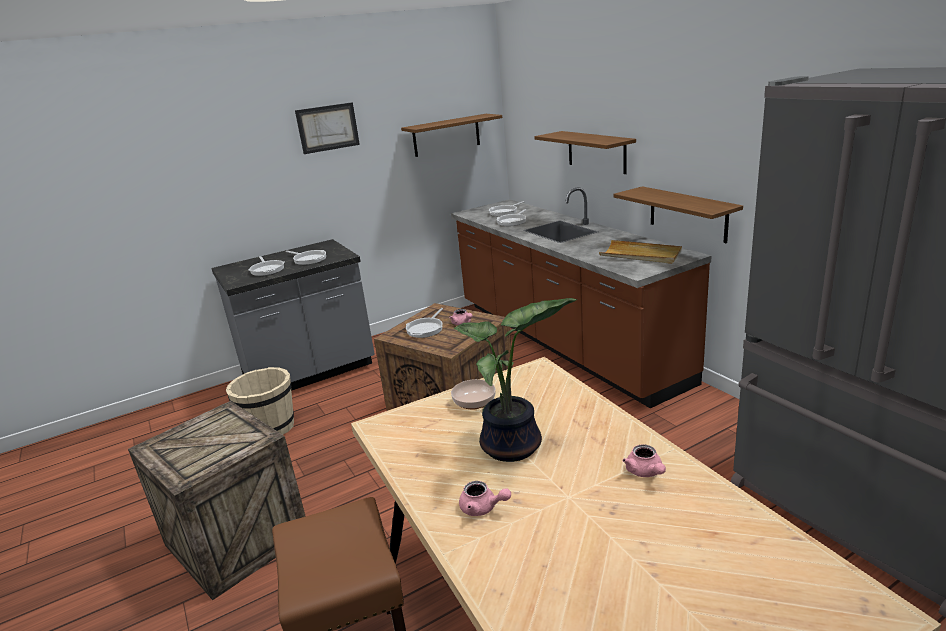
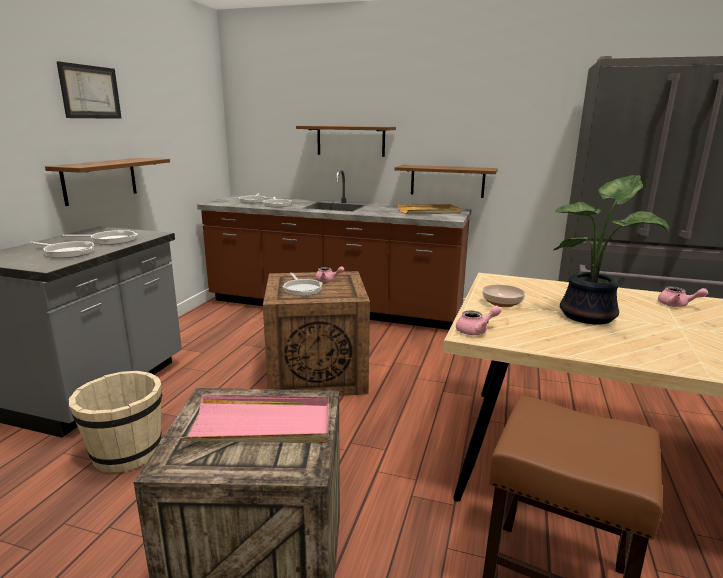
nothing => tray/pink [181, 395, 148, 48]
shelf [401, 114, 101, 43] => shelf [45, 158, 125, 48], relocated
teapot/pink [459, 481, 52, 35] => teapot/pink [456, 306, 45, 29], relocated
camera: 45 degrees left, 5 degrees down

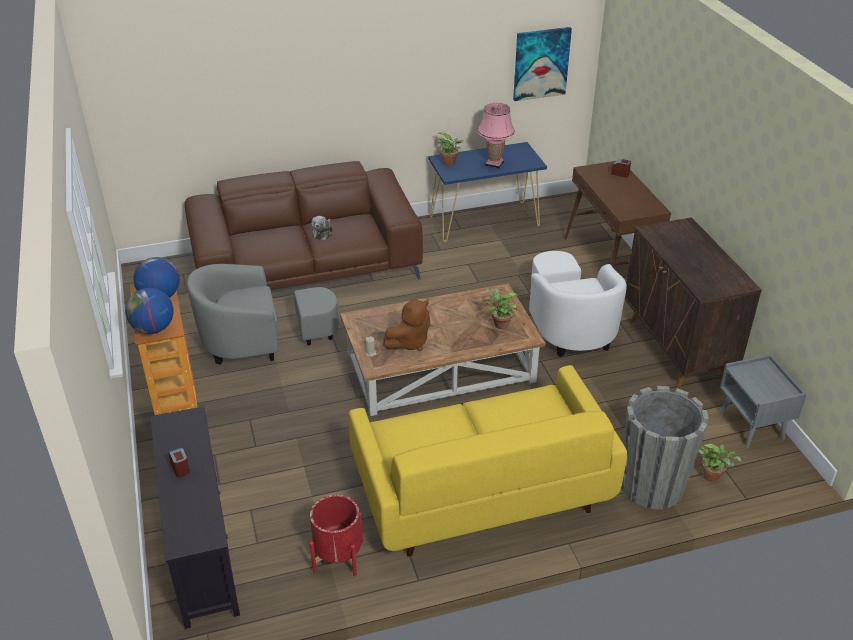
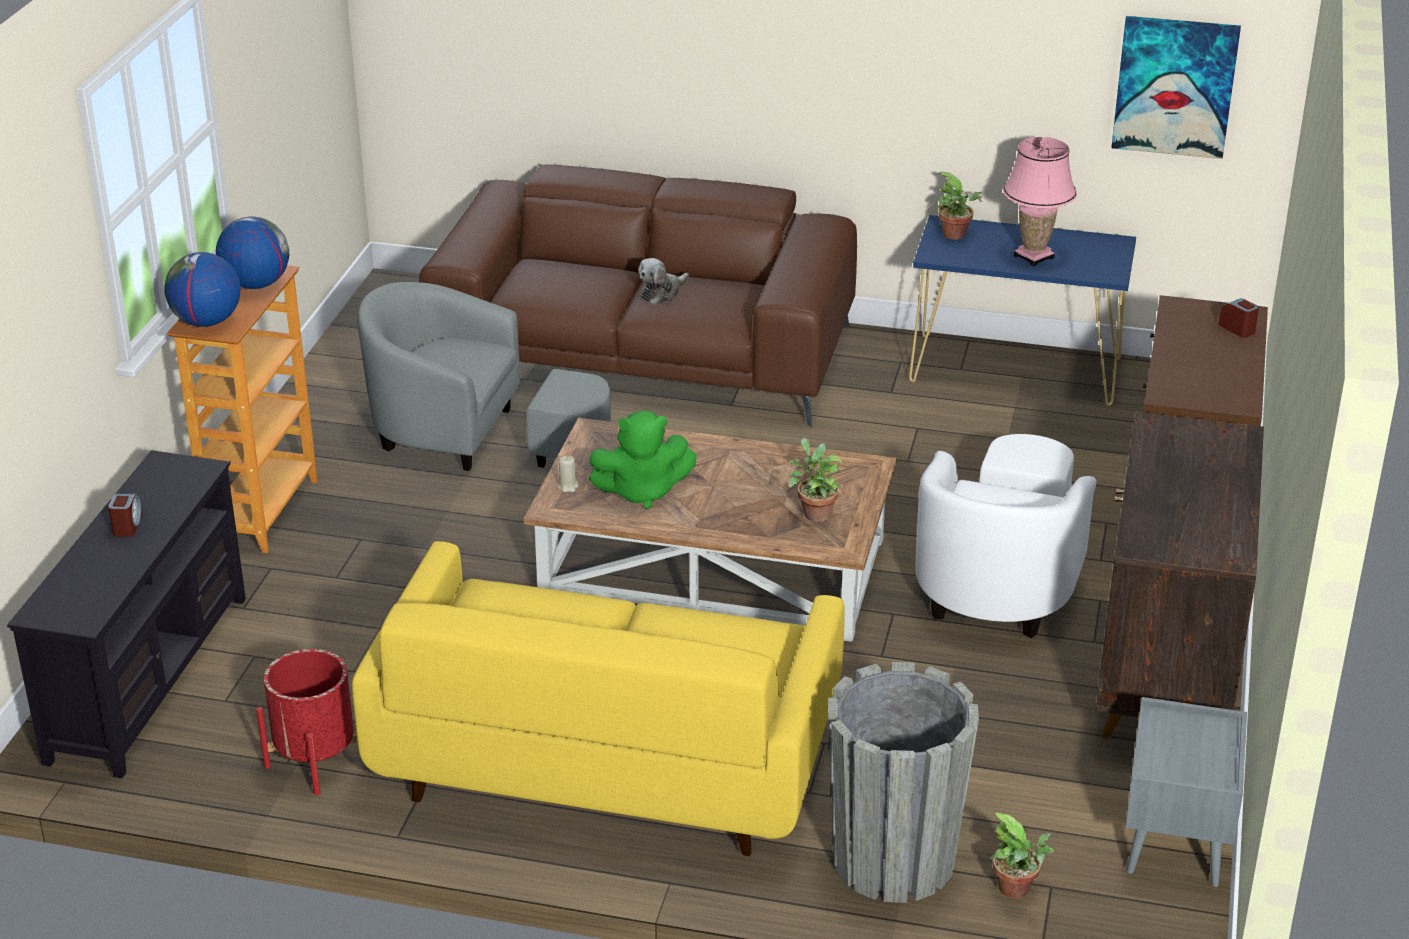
plush toy/brown [383, 299, 47, 52] => plush toy/green [589, 410, 108, 99]
camera: 30 degrees right, 5 degrees down

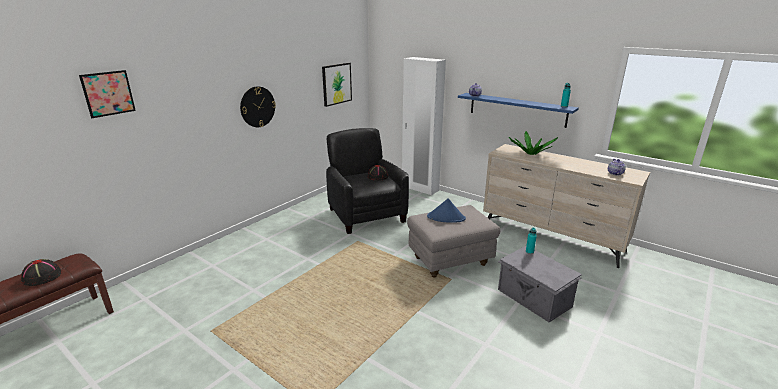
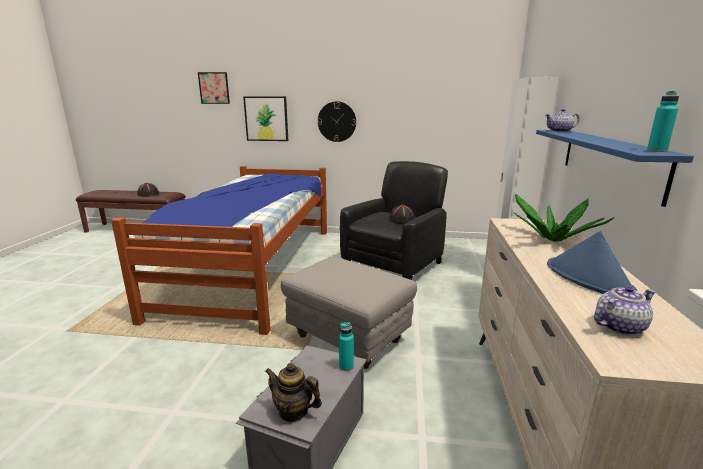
nothing => bed [111, 166, 216, 169]
nothing => teapot [265, 363, 57, 60]
picture [322, 63, 30, 44] => picture [243, 96, 45, 45], relocated
hat/blue [427, 198, 39, 25] => hat/blue [547, 231, 90, 63], relocated
camera: 60 degrees right, 5 degrees down

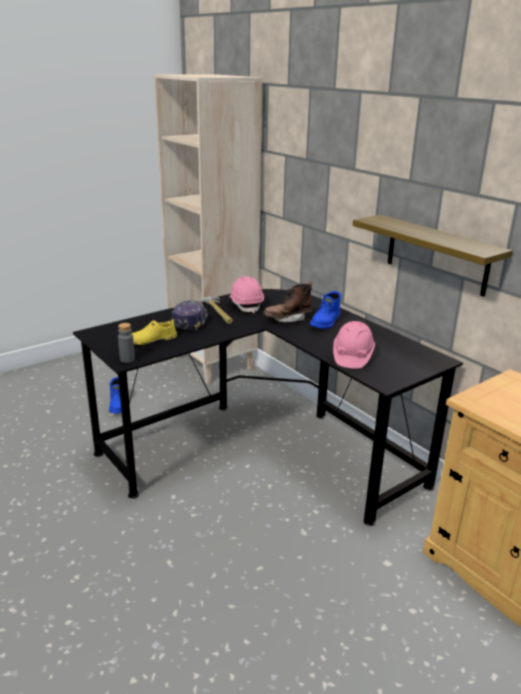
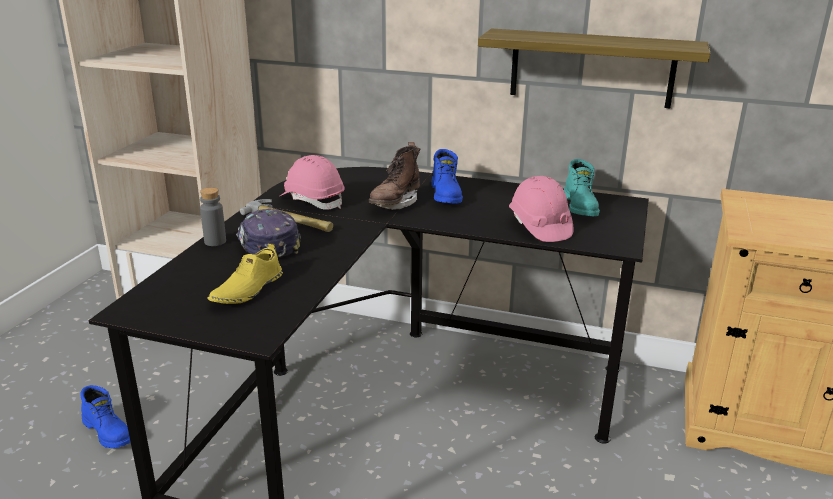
nothing => boot/turquoise [564, 159, 36, 57]
bottle/grey [118, 323, 17, 40] => bottle/grey [200, 188, 26, 58], relocated
camera: 35 degrees left, 0 degrees up

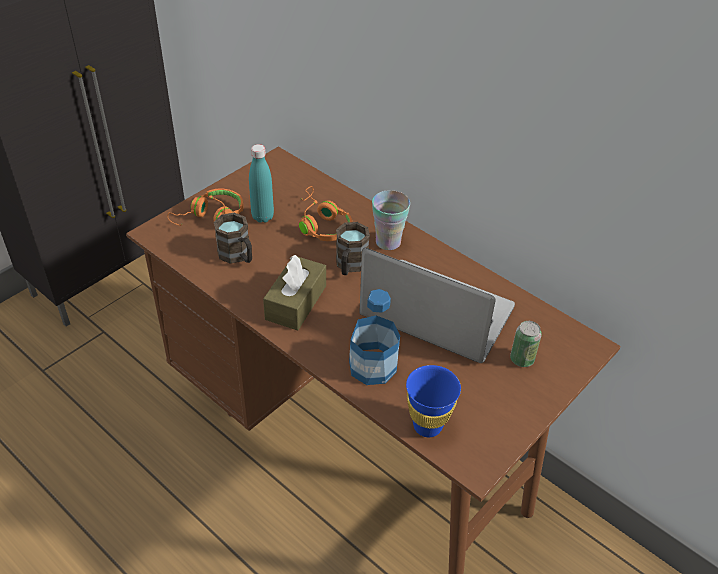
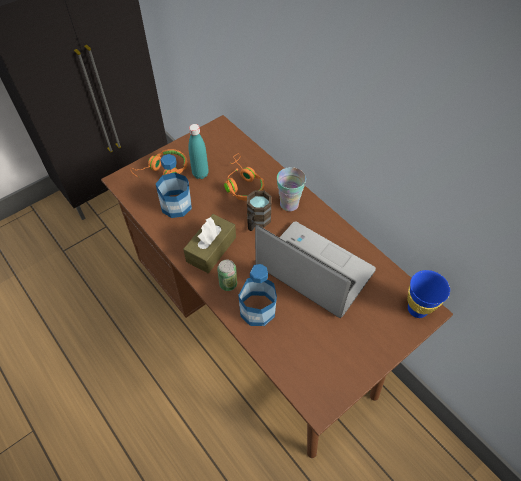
cup/blue [406, 365, 55, 72] => cup/blue [407, 270, 43, 48], relocated
can [510, 321, 32, 46] => can [217, 260, 20, 31], relocated
mug/brown [214, 213, 38, 51] => bottle [156, 154, 36, 64]
camera: 10 degrees right, 10 degrees up

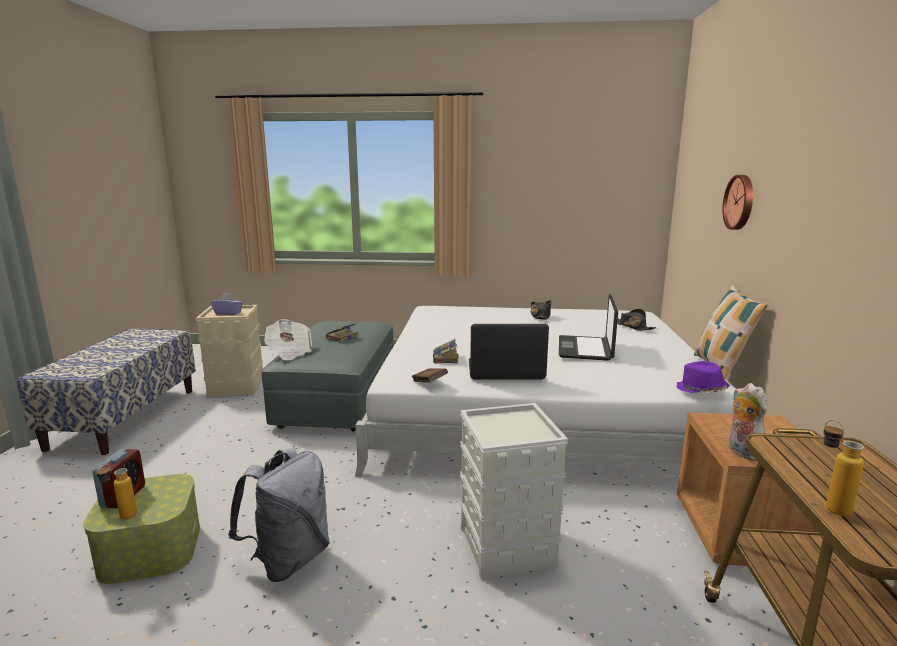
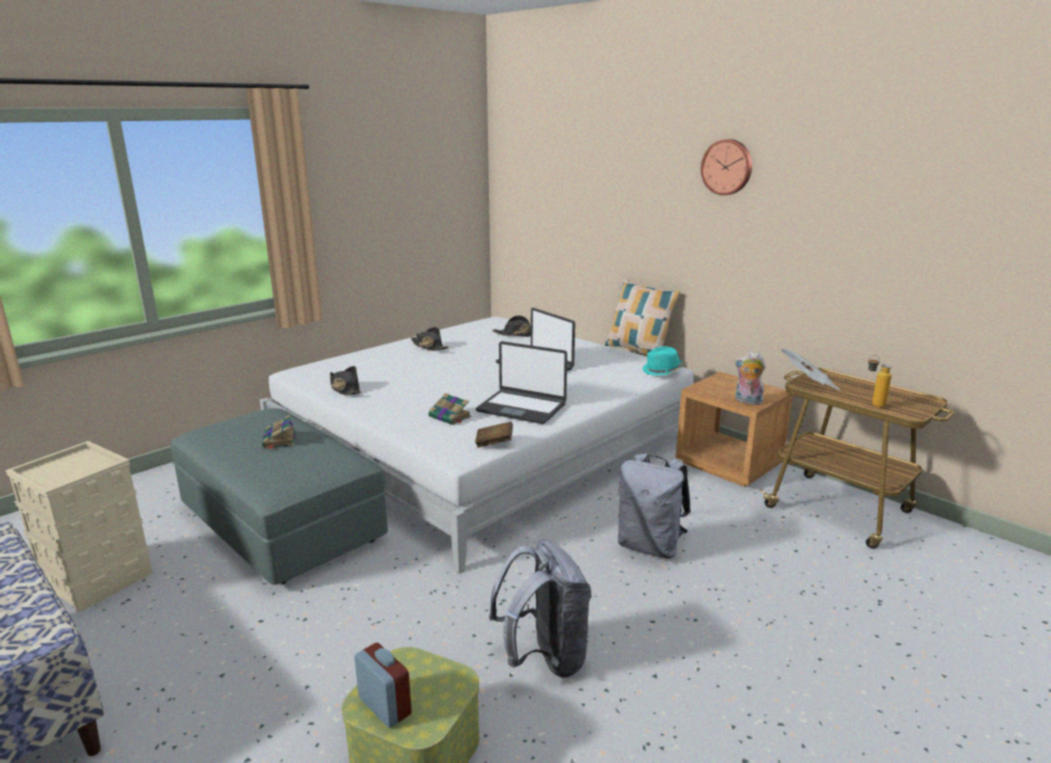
bottle [95, 464, 42, 55] => nothing
tissue box/purple [211, 293, 32, 22] => nothing
nothing => hat/black [330, 366, 31, 29]
newspaper [264, 319, 48, 41] => newspaper [780, 349, 60, 41], relocated
wall clock [723, 175, 30, 55] => wall clock [701, 139, 51, 56], relocated
storage box/grey [460, 403, 108, 176] => backpack/grey [618, 453, 73, 105]
hat/purple [676, 361, 54, 32] => hat/turquoise [643, 346, 40, 30]
laptop [469, 324, 80, 55] => laptop [476, 341, 91, 83], 105 degrees counterclockwise
camera: 50 degrees left, 5 degrees up

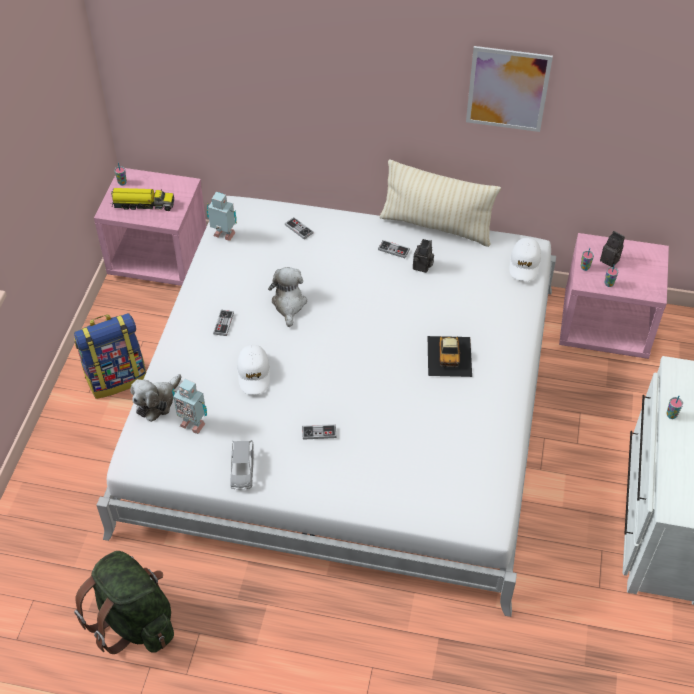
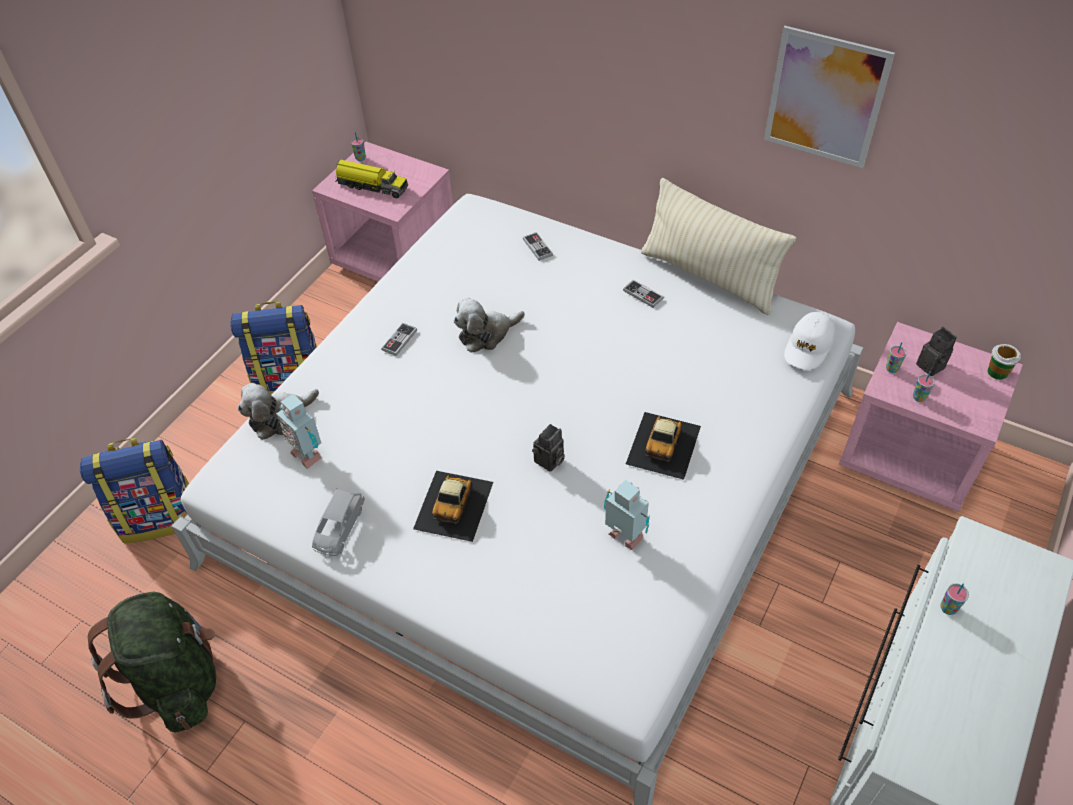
cap/white [237, 345, 33, 50] => nothing
nothing => backpack [80, 438, 109, 105]
nothing => cup [987, 344, 34, 36]
toy robot [207, 192, 30, 49] => toy robot [604, 480, 46, 70], relocated
photo camera [413, 239, 21, 34] => photo camera [532, 424, 33, 48], relocated
game controller [302, 424, 34, 16] => toy car [413, 471, 80, 71]
plush toy [268, 267, 39, 60] => plush toy [453, 298, 72, 54], 135 degrees counterclockwise
camera: 20 degrees right, 0 degrees up

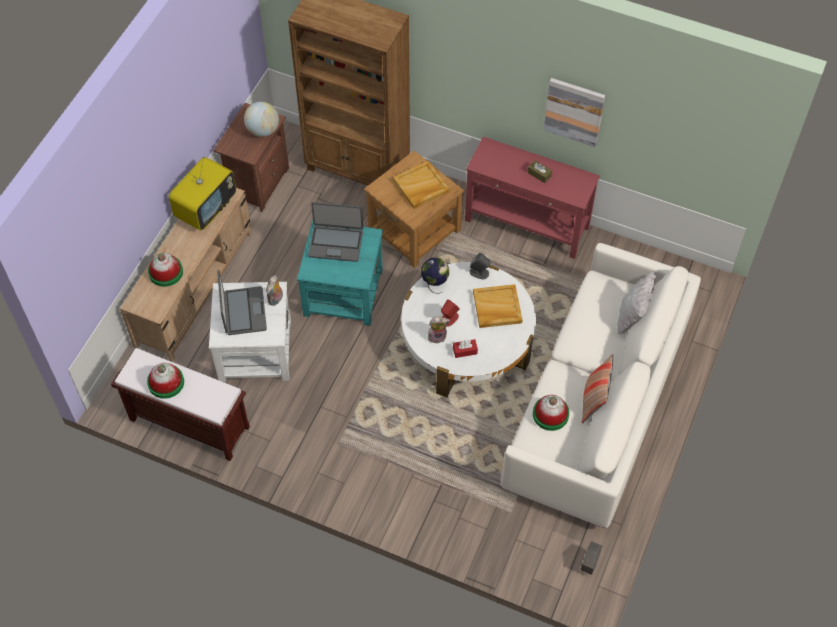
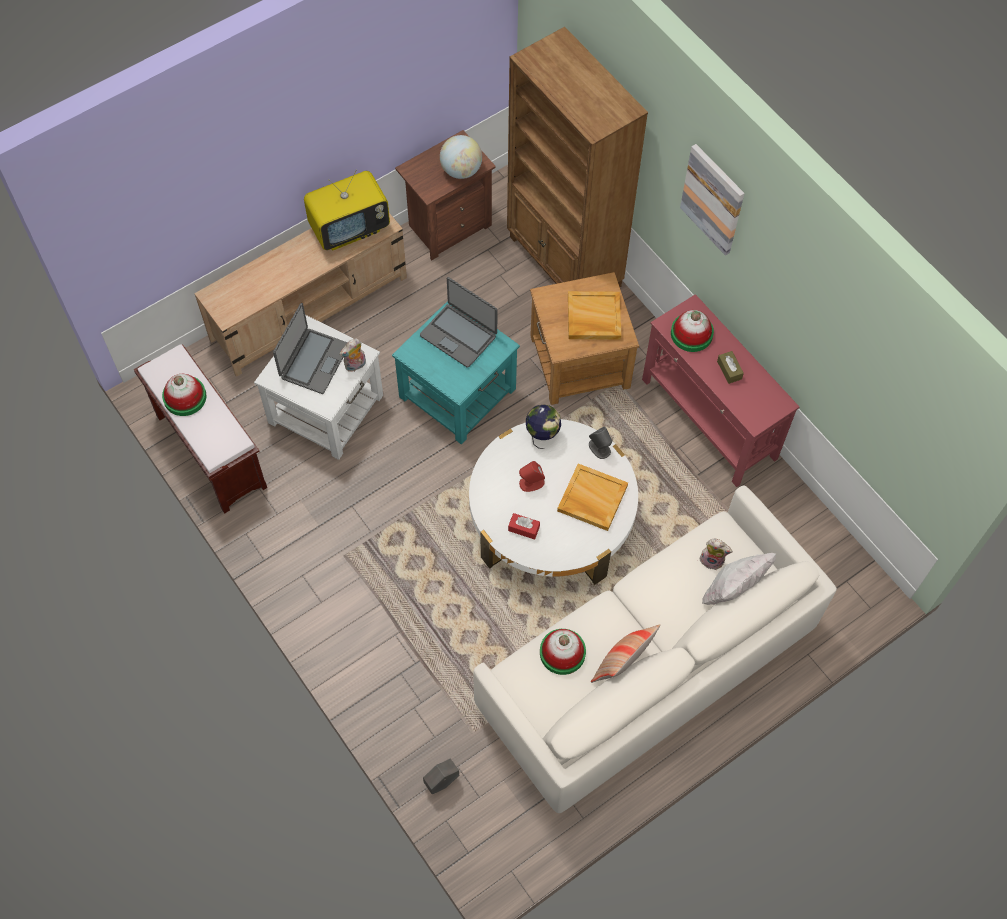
hat [148, 253, 35, 34] => hat [671, 310, 43, 42], relocated
plush toy [428, 317, 22, 26] => plush toy [700, 539, 33, 31], relocated
picture [544, 78, 61, 69] => picture [680, 144, 65, 112], relocated
planter/grey [580, 541, 22, 34] => planter/grey [423, 759, 36, 36], relocated
camera: 30 degrees right, 5 degrees up

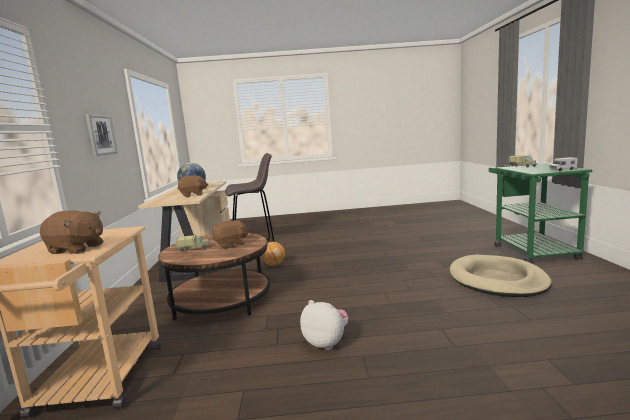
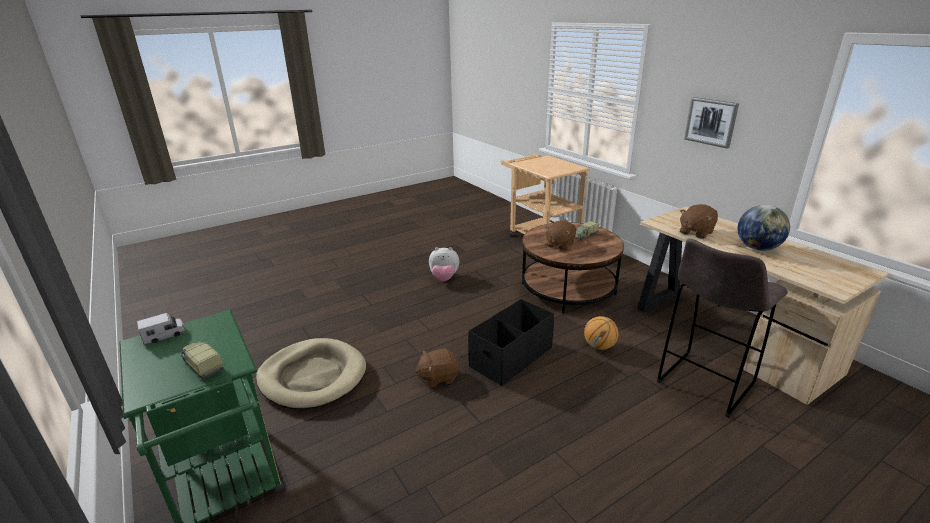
nothing => storage box/black [468, 299, 86, 87]
plush toy/brown [40, 210, 63, 44] => plush toy/brown [415, 348, 44, 39], relocated
camera: 150 degrees right, 15 degrees up

